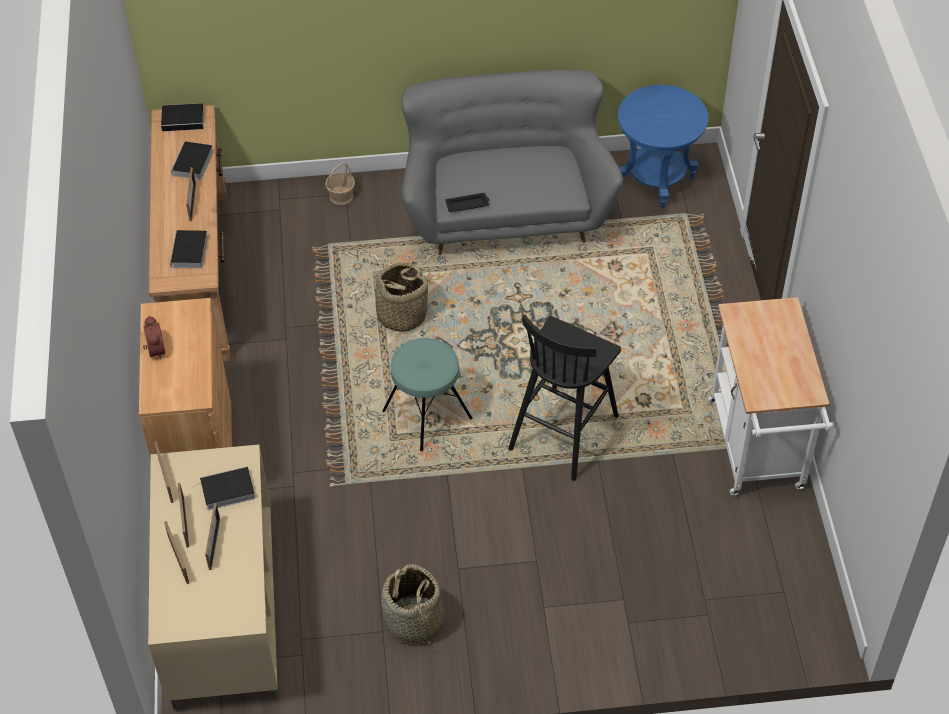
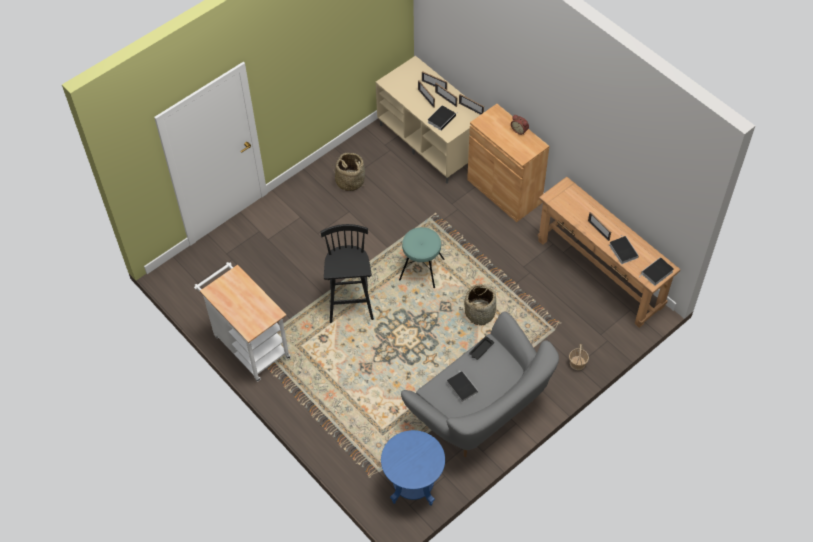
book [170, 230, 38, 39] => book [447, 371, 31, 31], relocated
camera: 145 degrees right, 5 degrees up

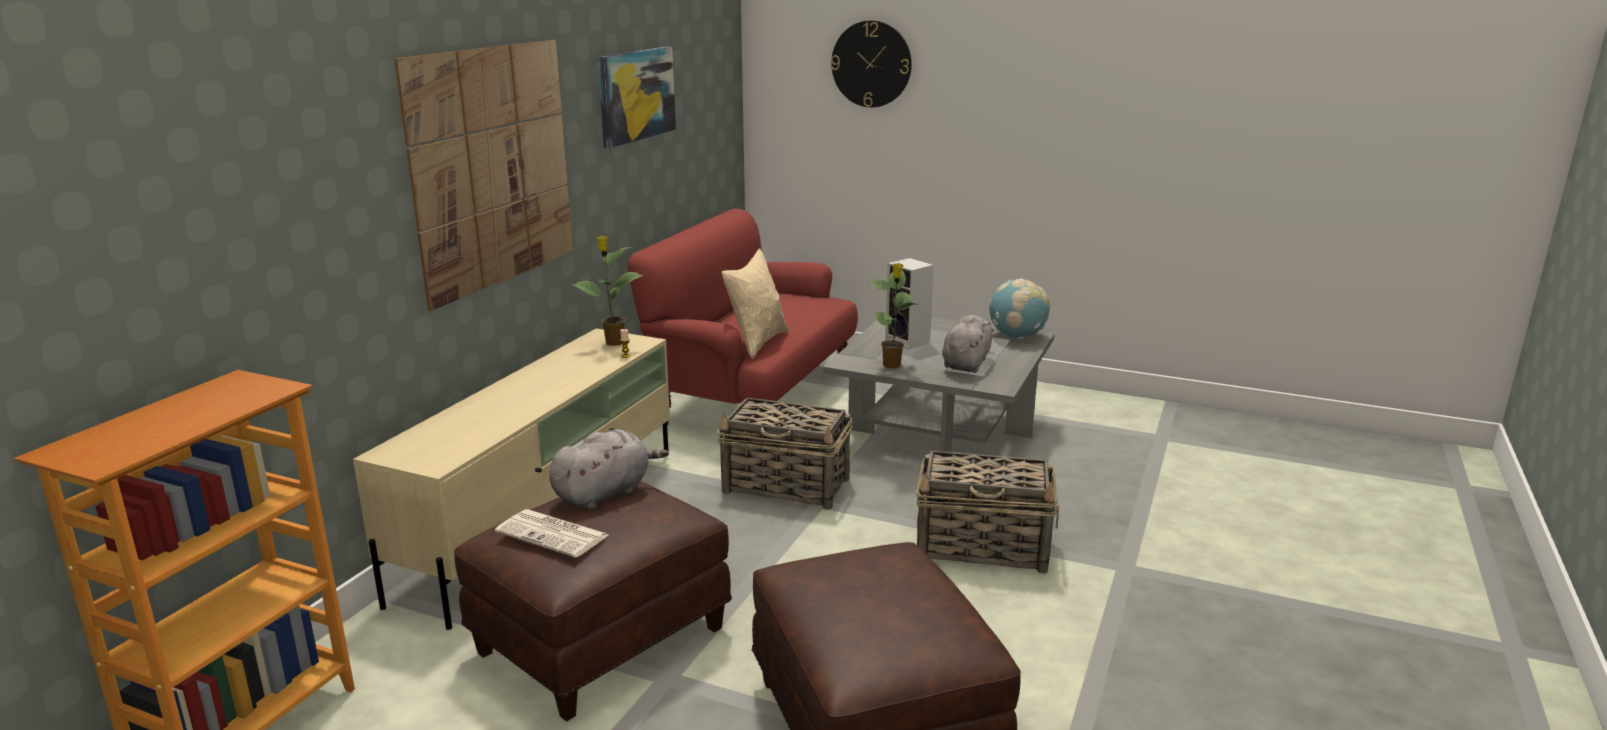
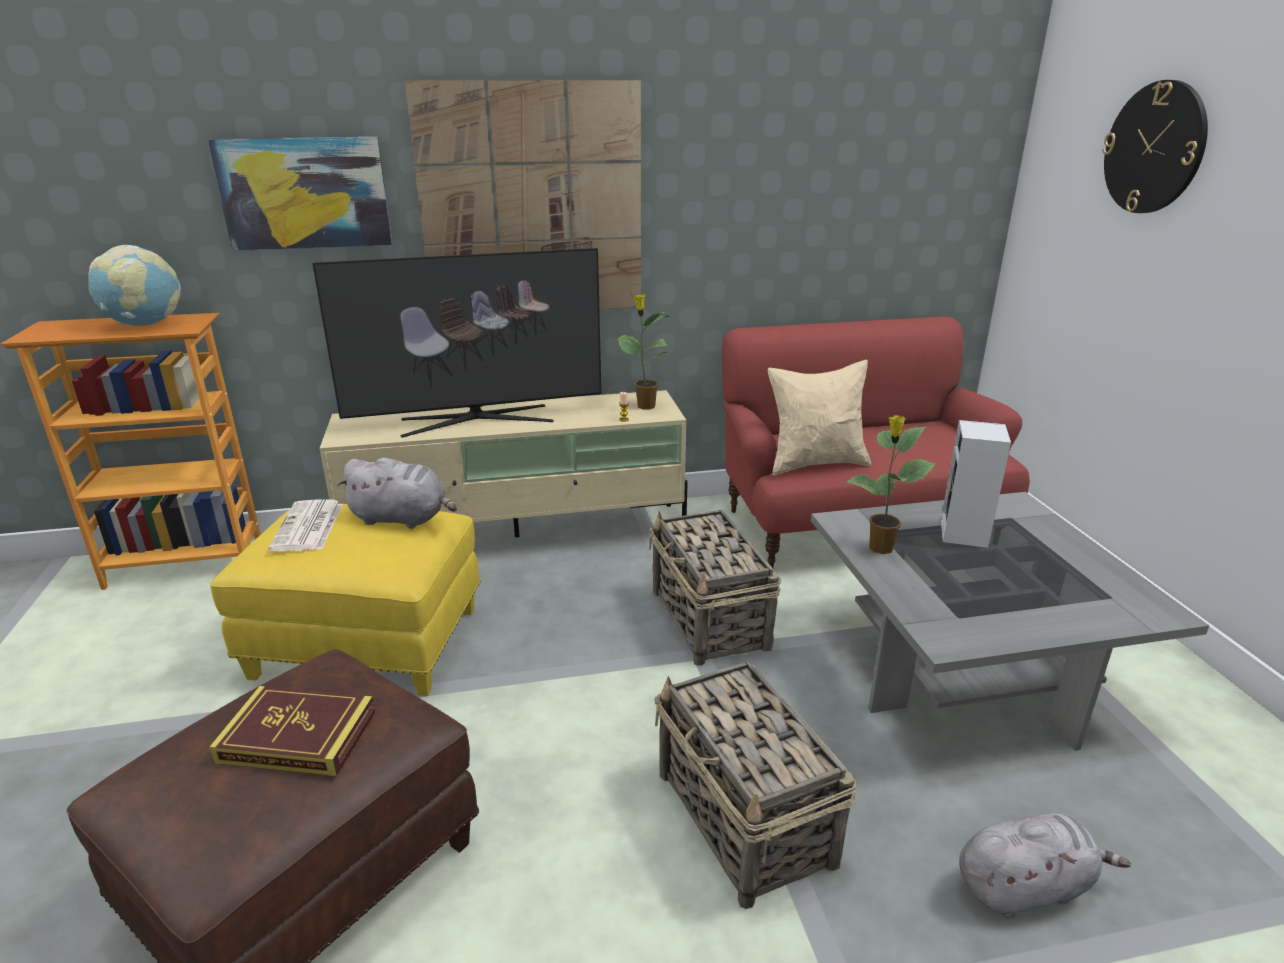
nothing => book [210, 686, 165, 90]
nothing => television [312, 248, 289, 190]
picture [598, 47, 78, 102] => picture [208, 137, 184, 114], relocated
plush toy/grey [942, 315, 52, 58] => plush toy/grey [959, 812, 172, 107], relocated
globe [989, 279, 61, 60] => globe [88, 245, 93, 81], relocated
ottoman/brown [454, 481, 278, 240] => ottoman/yellow [210, 504, 271, 192]
camera: 55 degrees right, 5 degrees up

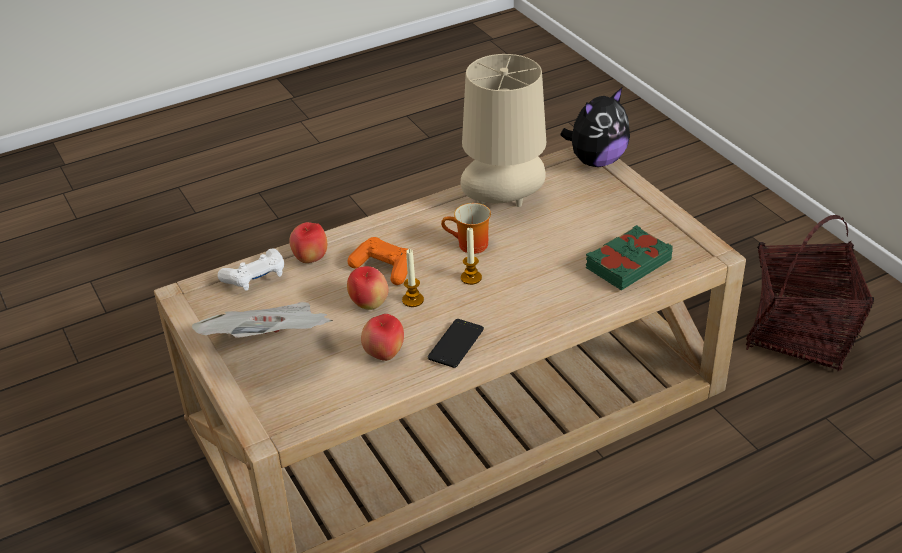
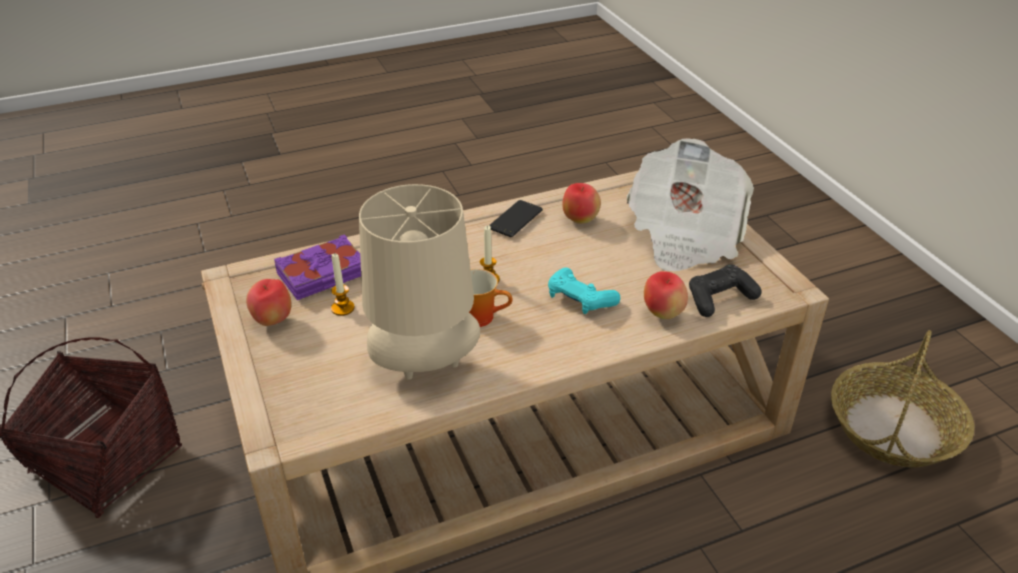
plush toy [560, 88, 70, 79] => nothing
nothing => basket [831, 330, 143, 137]
apple [347, 266, 42, 44] => apple [246, 279, 45, 47], relocated
candle [402, 249, 22, 58] => candle [331, 253, 24, 63], relocated
game controller/white [218, 248, 66, 43] => game controller/black [689, 264, 72, 53]
game controller/orange [347, 237, 61, 48] => game controller/turquoise [548, 267, 72, 47]
book/green [586, 225, 87, 65] => book/purple [274, 234, 87, 66]
camera: 175 degrees left, 0 degrees up

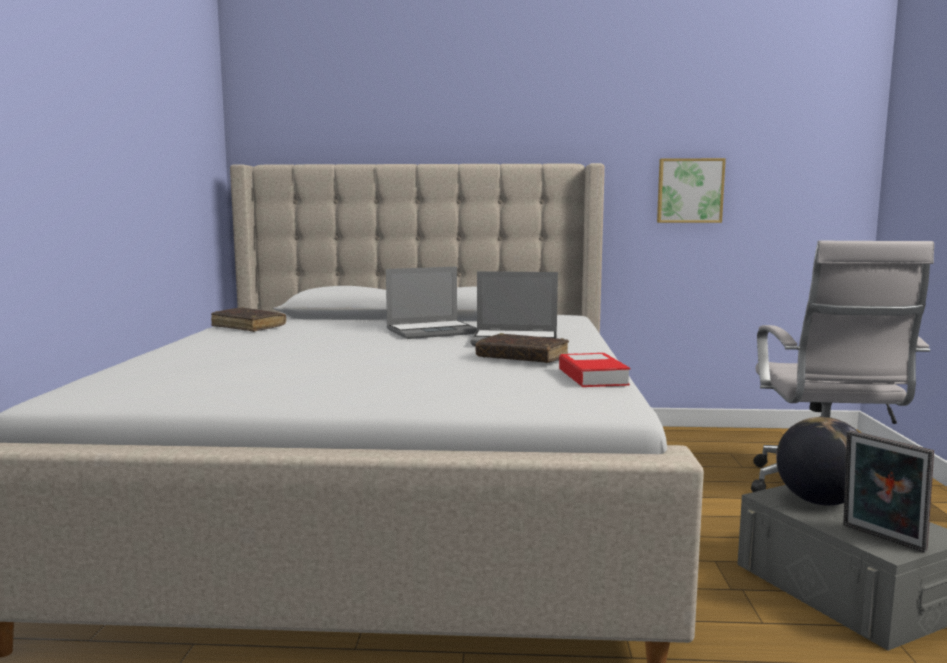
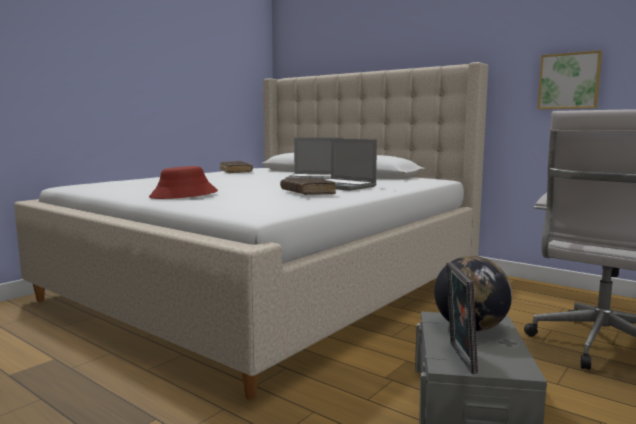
book [559, 353, 71, 34] => nothing
nothing => hat/red [149, 166, 69, 33]
camera: 35 degrees right, 0 degrees up

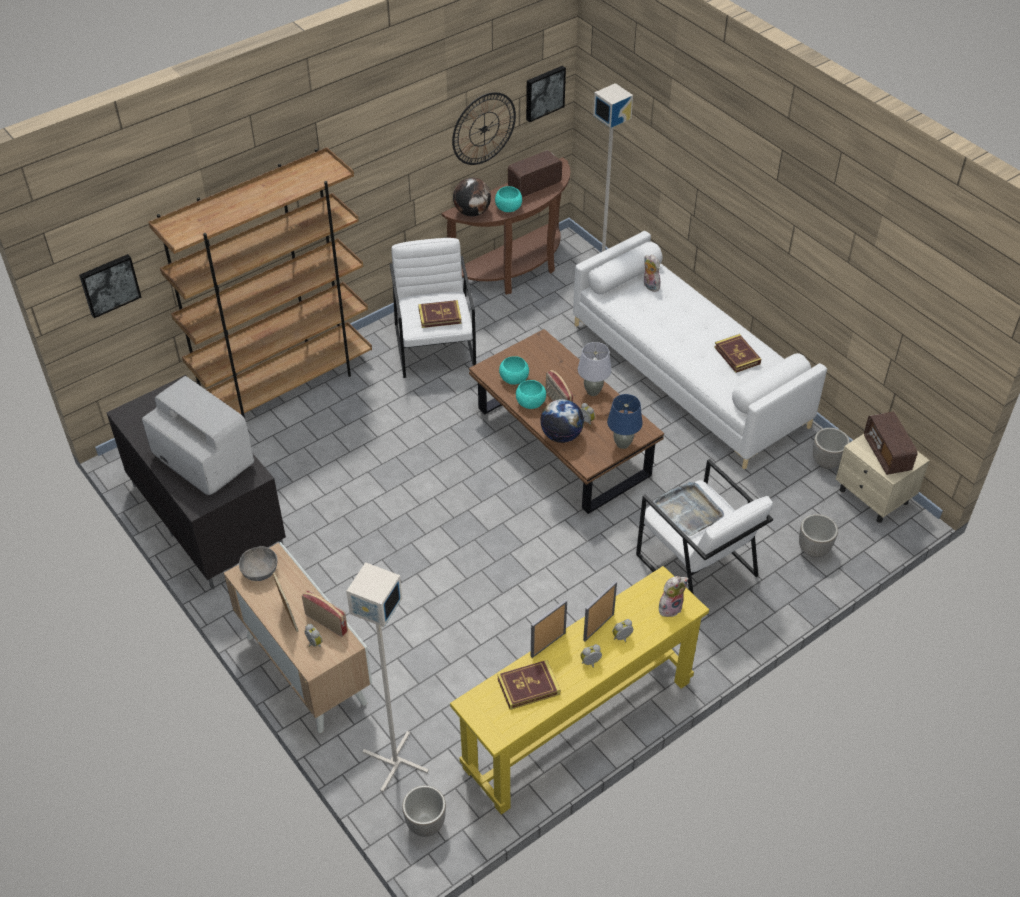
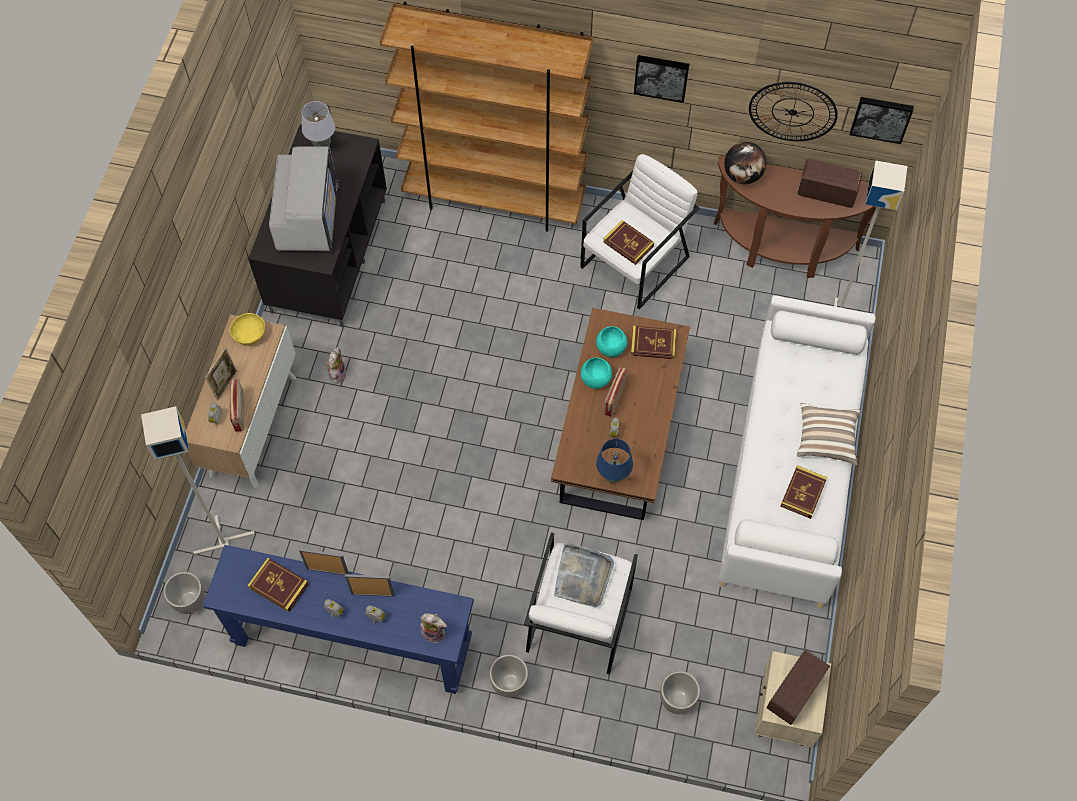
bowl/turquoise [495, 186, 27, 26] => nothing
globe [540, 399, 44, 44] => nothing
nothing => book [631, 326, 45, 33]
nothing => pillow [797, 403, 63, 63]
picture [79, 254, 63, 64] => picture [634, 55, 55, 48], relocated
table lamp/grey [578, 342, 34, 54] => table lamp/grey [302, 101, 33, 46], relocated
plush toy [644, 255, 17, 37] => plush toy [325, 347, 22, 39], relocated
planter [813, 428, 37, 41] => planter [489, 654, 39, 43], relocated
bowl/grey [239, 546, 39, 35] => bowl/yellow [229, 313, 36, 33]
console table/yellow [450, 566, 259, 249] => console table/blue [203, 545, 271, 149]
camera: 50 degrees right, 15 degrees up

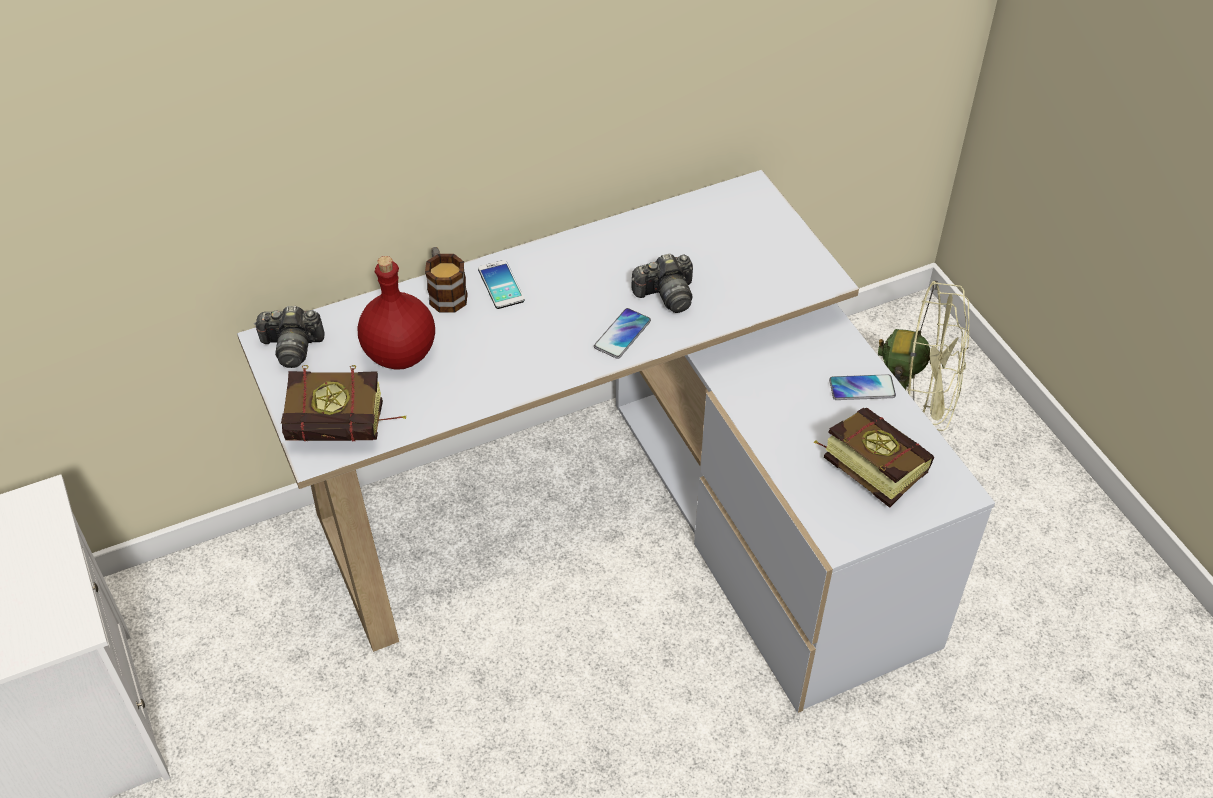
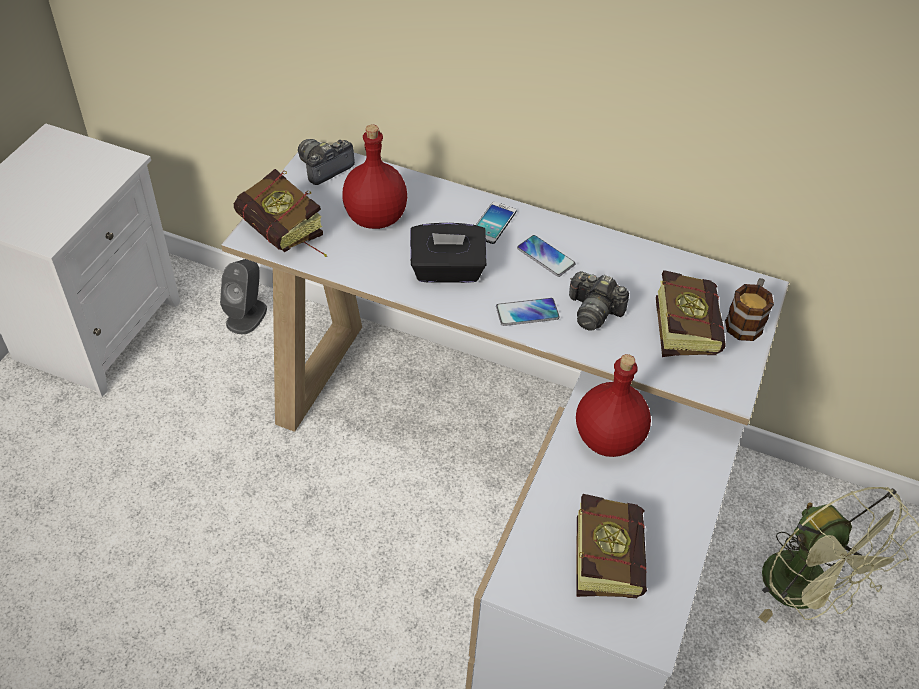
nothing => speaker/grey [220, 259, 47, 75]
nothing => tissue box/black [410, 223, 76, 60]
nothing => bottle/red [576, 354, 75, 103]
nothing => book [656, 270, 70, 87]
mug [425, 247, 43, 66] => mug [725, 278, 49, 63], relocated
phone [829, 374, 67, 26] => phone [517, 235, 58, 42], relocated
photo camera [254, 306, 71, 62] => photo camera [298, 139, 57, 46], 90 degrees clockwise
camera: 45 degrees right, 0 degrees up

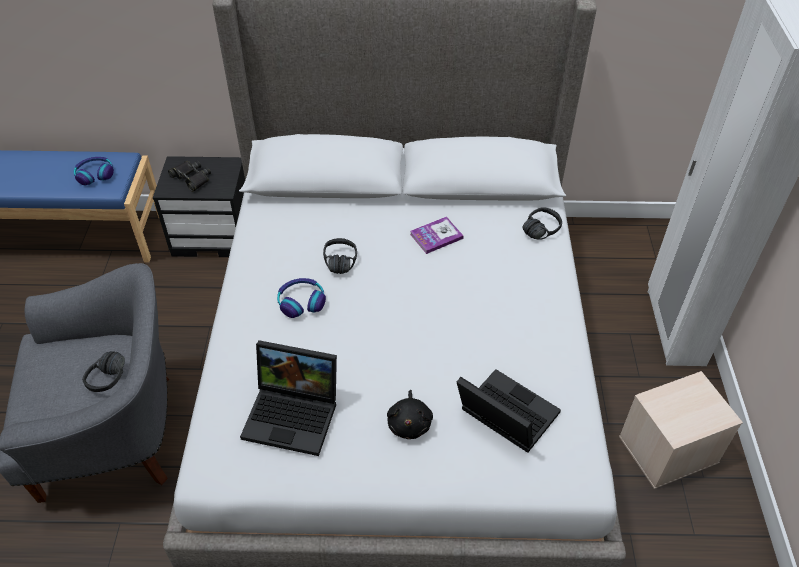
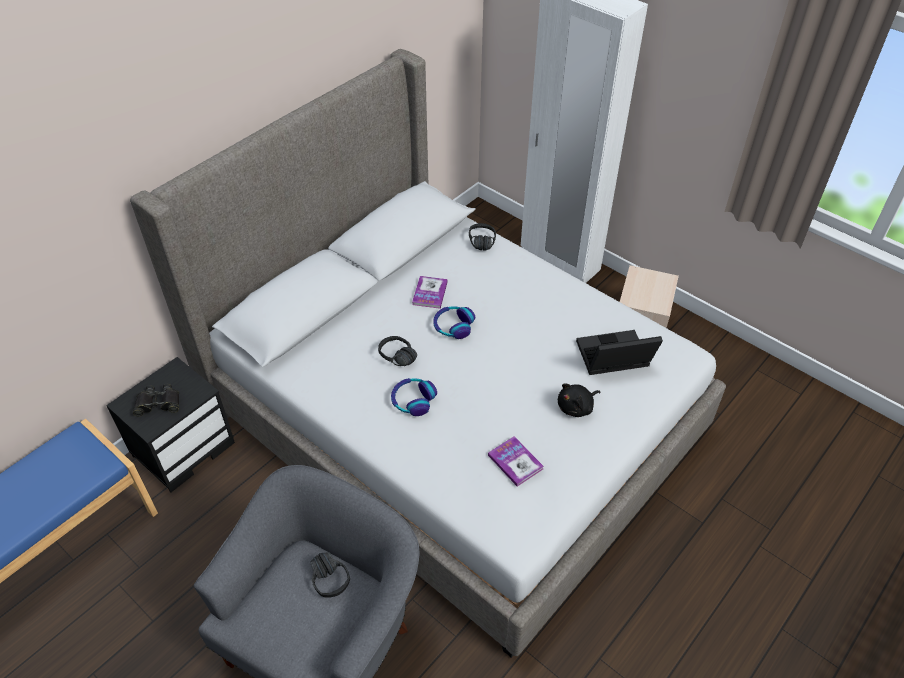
headphones [74, 157, 40, 28] => headphones [433, 307, 42, 32], relocated
laptop [240, 340, 97, 116] => book [488, 436, 56, 51]
plush toy/black [387, 390, 46, 49] => plush toy/black [558, 383, 42, 34], 105 degrees clockwise
camera: 50 degrees left, 0 degrees up

